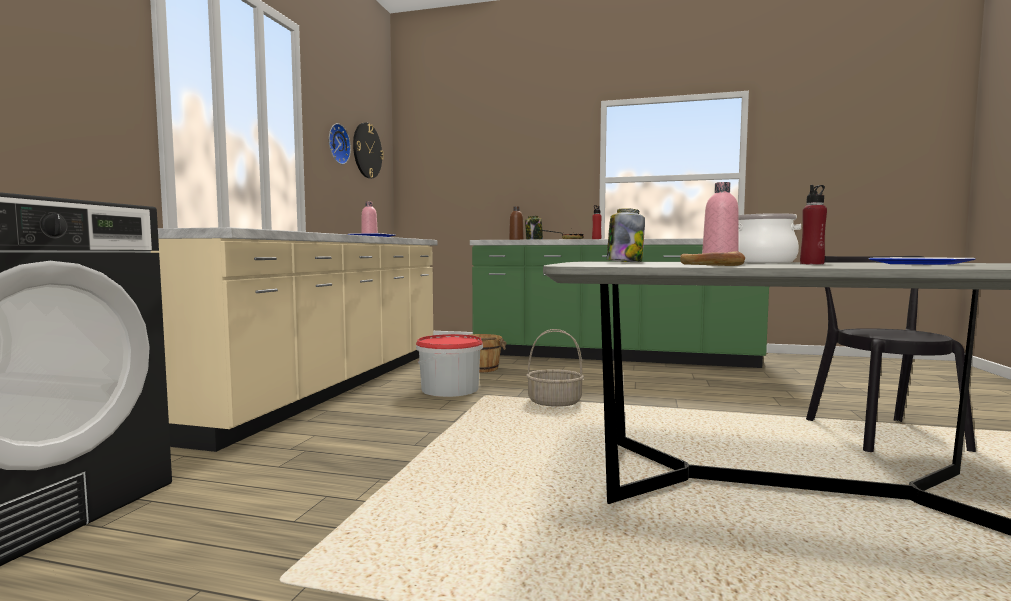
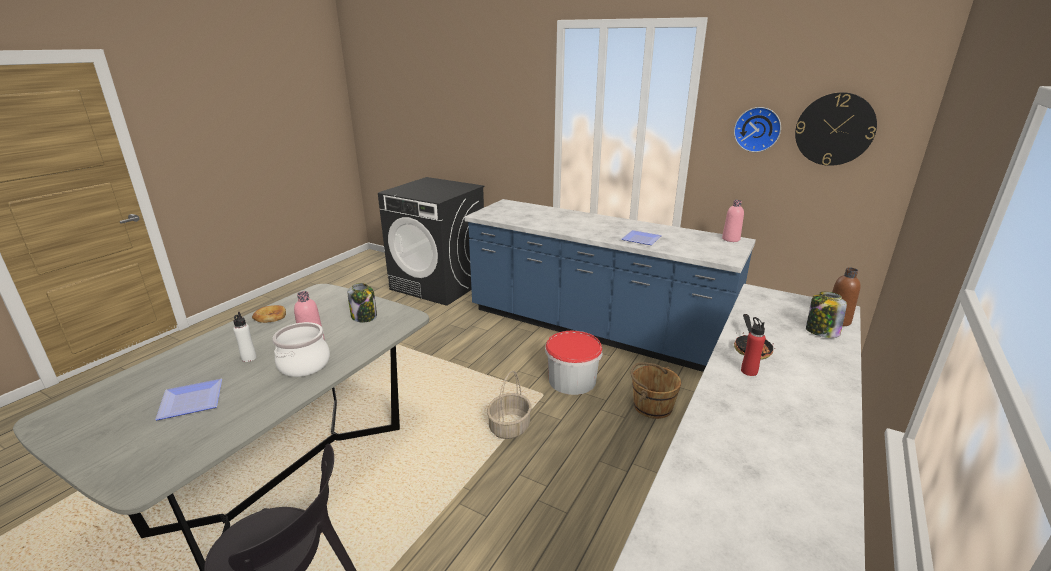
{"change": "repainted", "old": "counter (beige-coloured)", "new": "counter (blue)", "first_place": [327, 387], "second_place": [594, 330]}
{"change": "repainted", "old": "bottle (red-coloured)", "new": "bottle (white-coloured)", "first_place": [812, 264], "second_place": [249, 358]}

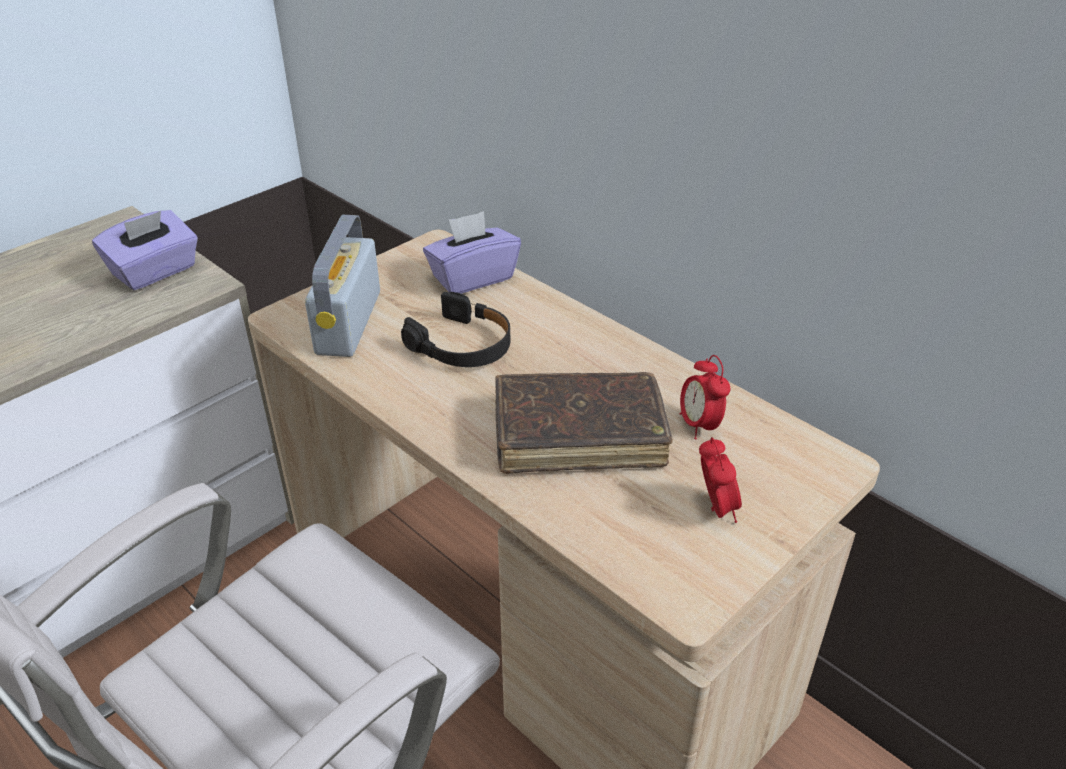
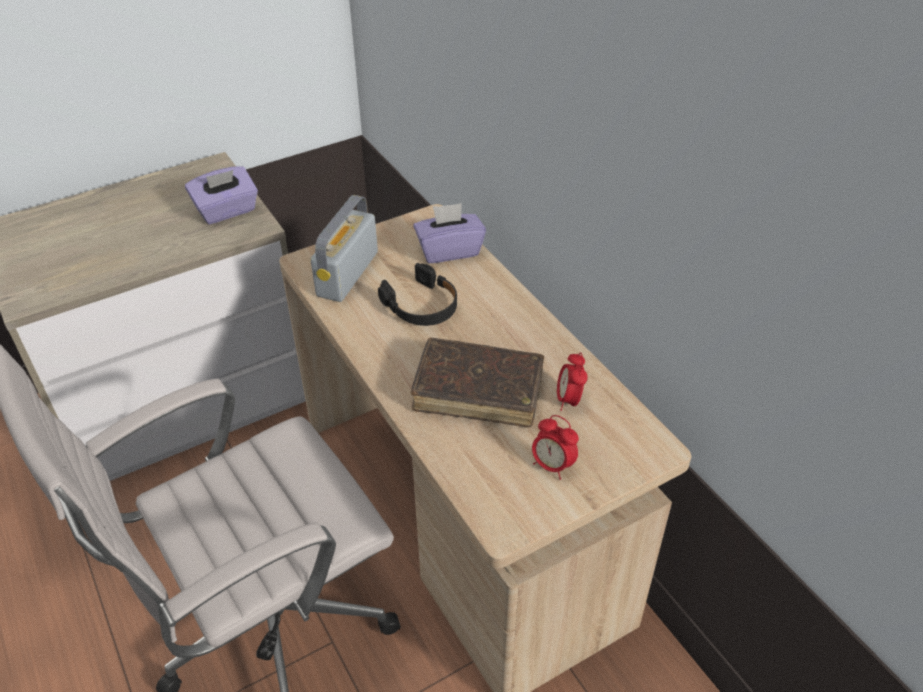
{"change": "rotated", "old": "alarm clock", "first_place": [715, 509], "second_place": [552, 466], "degrees": 120}

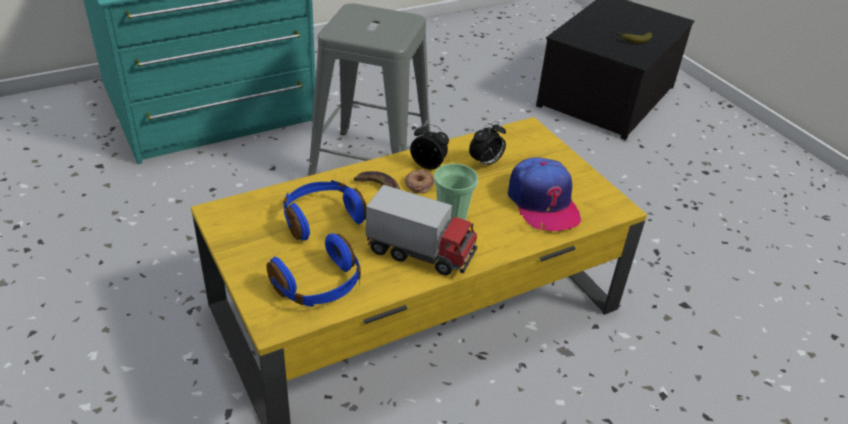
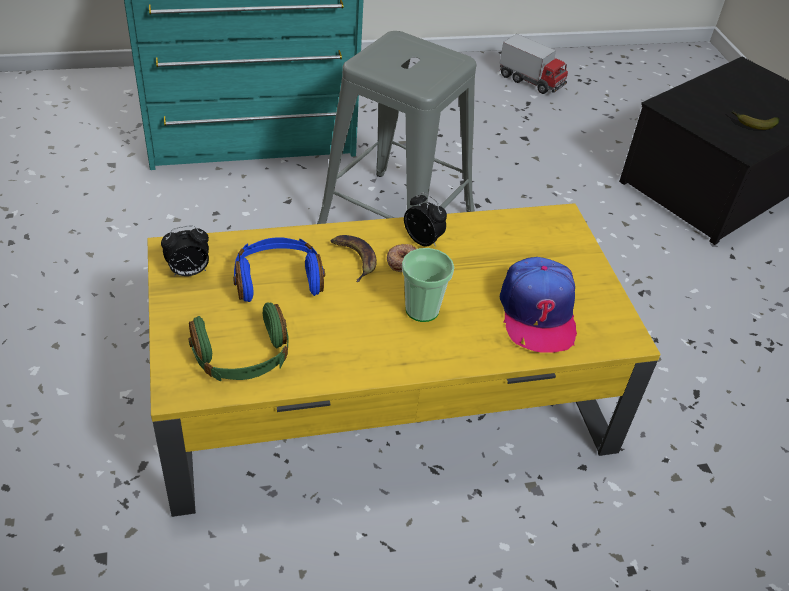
{"change": "shifted", "old": "toy truck", "first_place": [420, 253], "second_place": [531, 81]}
{"change": "shifted", "old": "alarm clock", "first_place": [486, 163], "second_place": [189, 272]}
{"change": "repainted", "old": "pair of headphones (blue)", "new": "pair of headphones (green-coloured)", "first_place": [319, 286], "second_place": [243, 358]}

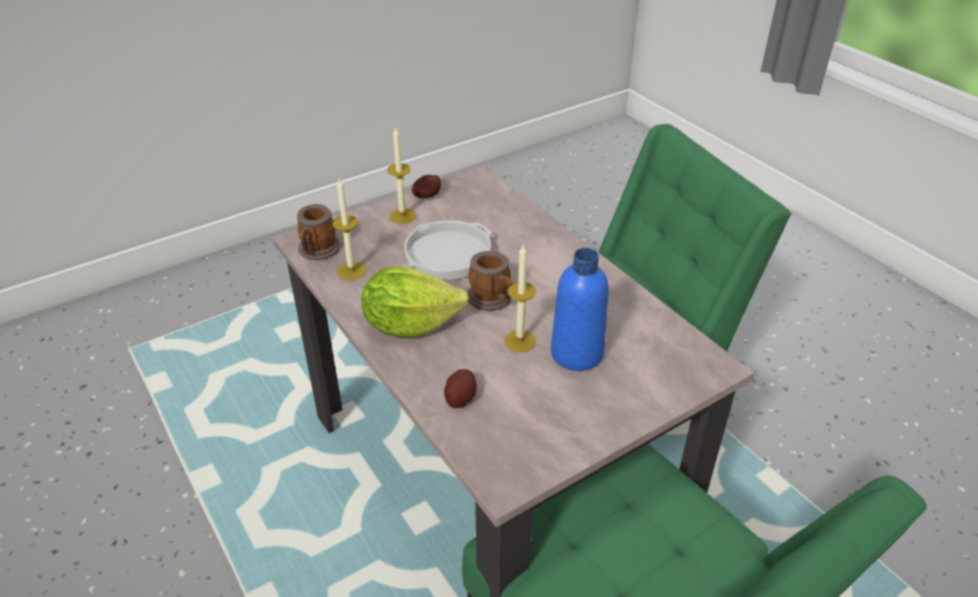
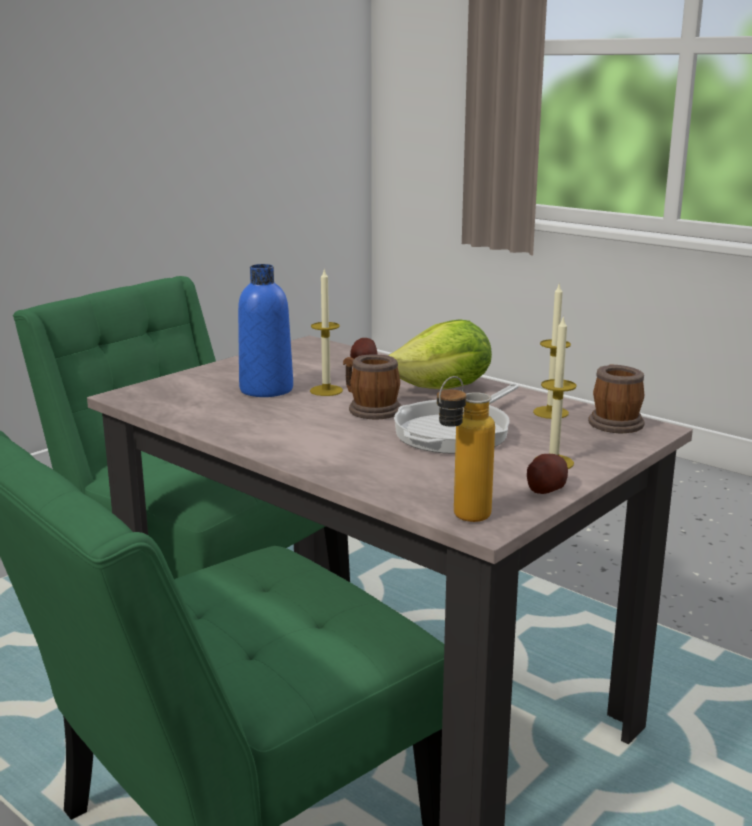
{"change": "new", "new": "bottle", "second_place": [461, 519]}

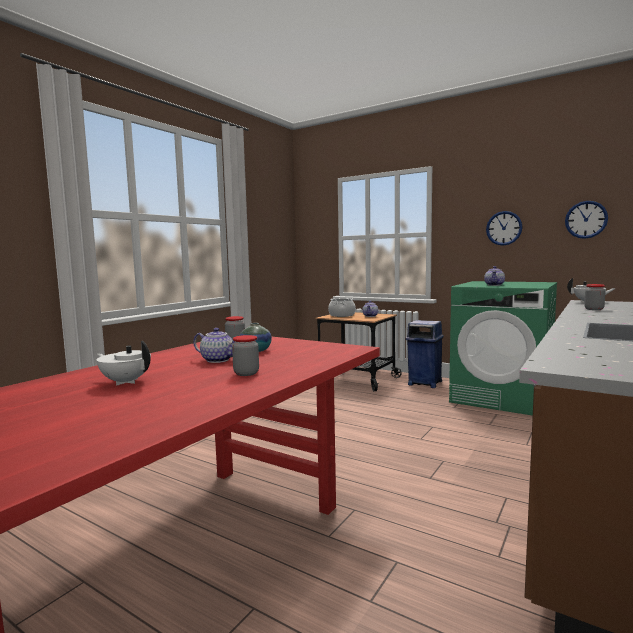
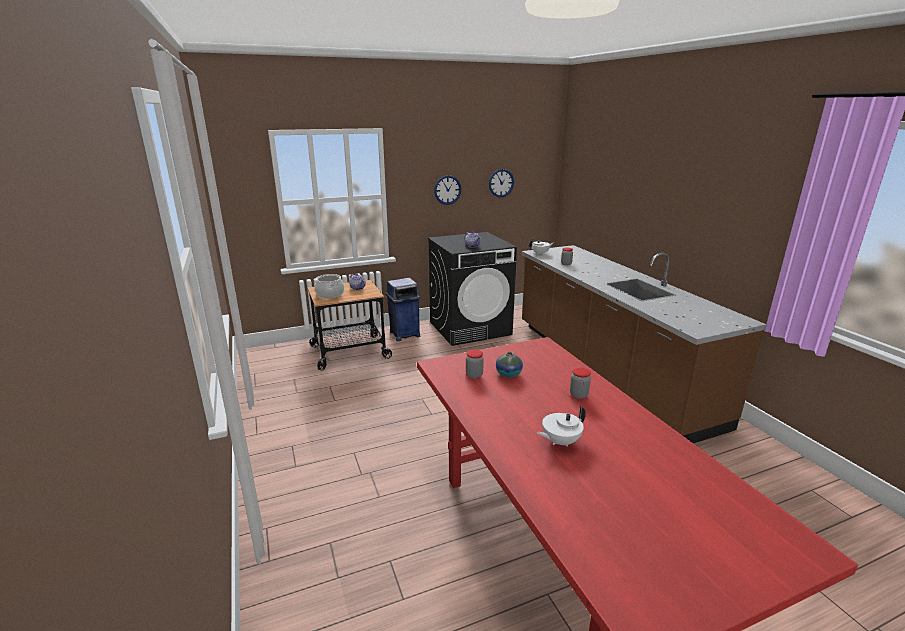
{"change": "gone", "old": "teapot", "first_place": [218, 360]}
{"change": "repainted", "old": "laundry appliance (green-coloured)", "new": "laundry appliance (blackish)", "first_place": [502, 398], "second_place": [470, 328]}

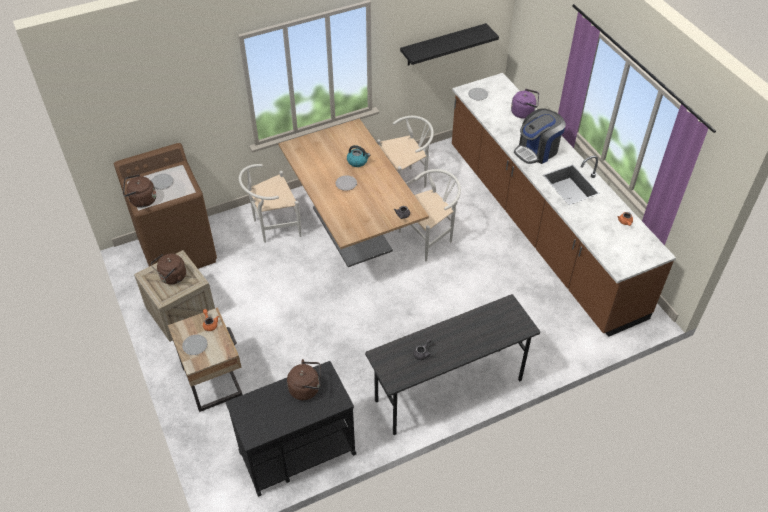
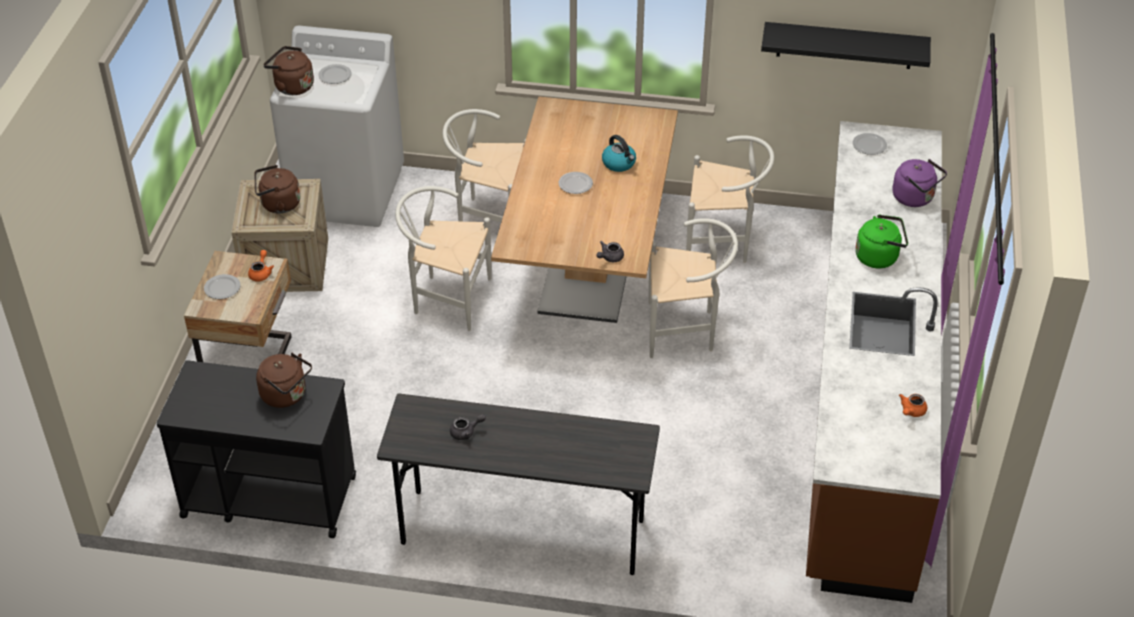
{"change": "new", "new": "plain chair (white-coloured)", "second_place": [446, 298]}
{"change": "swapped", "old": "coffee machine", "new": "kettle (green-coloured)", "first_place": [537, 151], "second_place": [879, 257]}
{"change": "repainted", "old": "laundry appliance (brown-coloured)", "new": "laundry appliance (white-coloured)", "first_place": [178, 251], "second_place": [347, 192]}

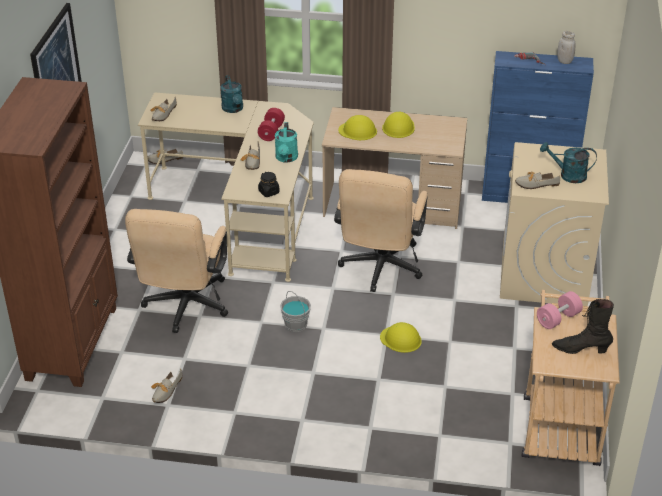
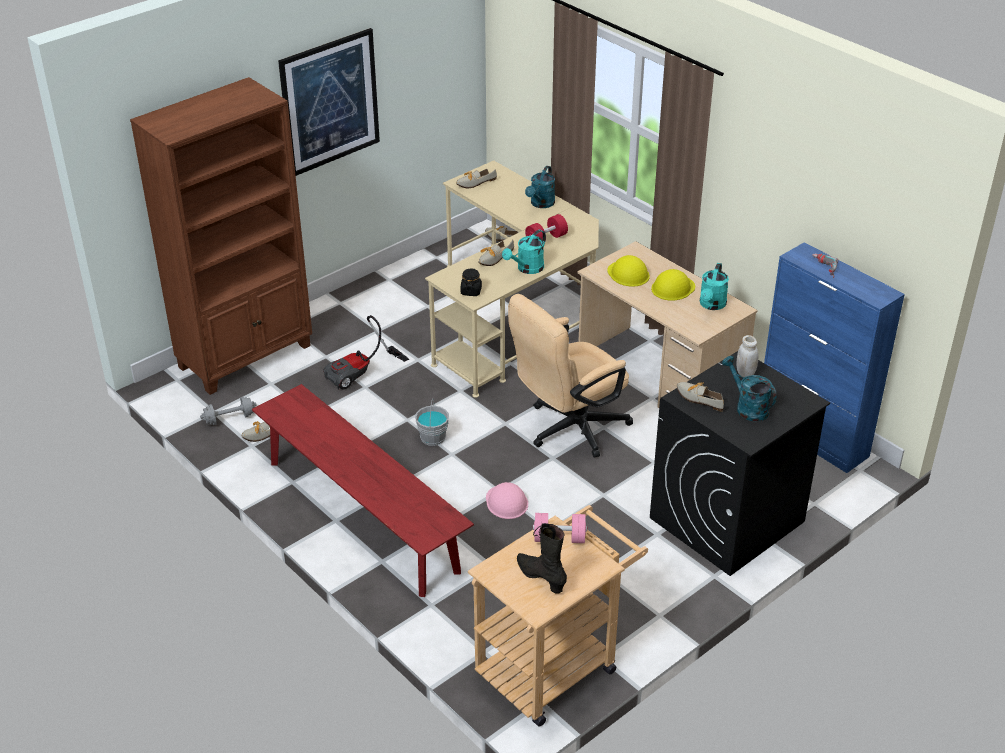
{"change": "new", "new": "hand weight (gray)", "second_place": [229, 418]}
{"change": "new", "new": "long seat (red-coloured)", "second_place": [361, 515]}
{"change": "new", "new": "watering can (turquoise-coloured)", "second_place": [711, 305]}
{"change": "shifted", "old": "preserve jar (white-coloured)", "first_place": [564, 61], "second_place": [745, 373]}
{"change": "swapped", "old": "computer chair (beige-coloured)", "new": "vacuum", "first_place": [184, 308], "second_place": [361, 374]}
{"change": "repainted", "old": "hard hat (yellow-coloured)", "new": "hard hat (pink-coloured)", "first_place": [401, 339], "second_place": [506, 502]}
{"change": "repainted", "old": "laundry appliance (beige-coloured)", "new": "laundry appliance (blackish)", "first_place": [544, 274], "second_place": [726, 520]}

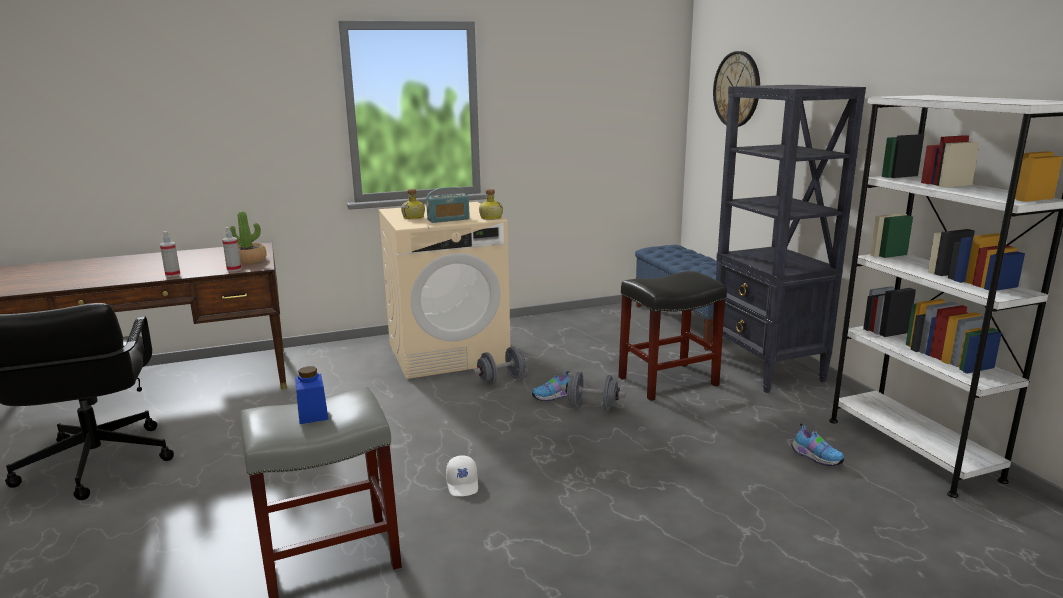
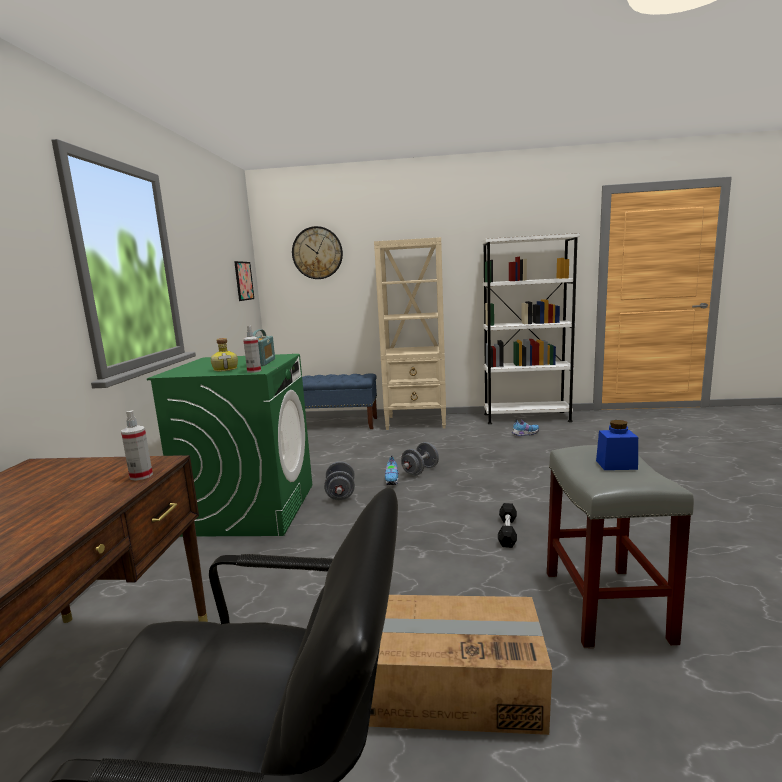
{"change": "gone", "old": "plant in a pot", "first_place": [249, 260]}
{"change": "gone", "old": "bottle", "first_place": [490, 218]}
{"change": "gone", "old": "stool (blackish)", "first_place": [667, 382]}
{"change": "new", "new": "wall art", "second_place": [243, 281]}
{"change": "new", "new": "cardboard box", "second_place": [453, 685]}
{"change": "shifted", "old": "hand sprayer", "first_place": [172, 275], "second_place": [254, 371]}
{"change": "swapped", "old": "baseball cap (white-coloured)", "new": "hand weight (blackish)", "first_place": [463, 484], "second_place": [507, 531]}
{"change": "repainted", "old": "laundry appliance (beige-coloured)", "new": "laundry appliance (green-coloured)", "first_place": [448, 352], "second_place": [251, 508]}
{"change": "repainted", "old": "bookcase (blackish)", "new": "bookcase (beige-coloured)", "first_place": [767, 370], "second_place": [417, 422]}

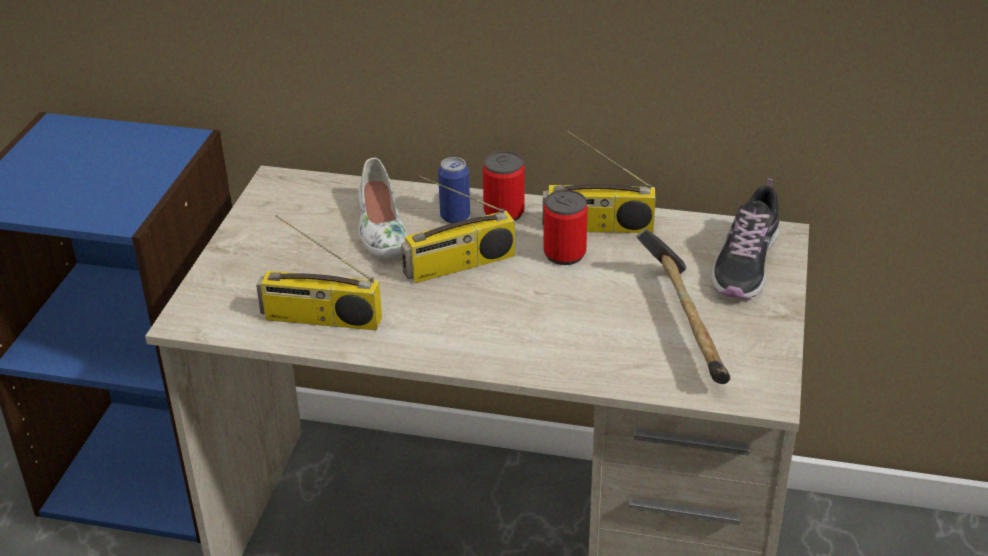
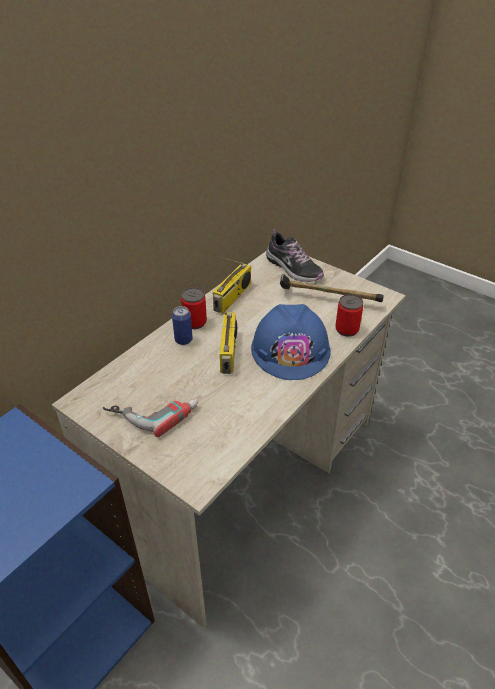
{"change": "gone", "old": "radio", "first_place": [320, 319]}
{"change": "gone", "old": "item of footwear (white-coloured)", "first_place": [380, 228]}
{"change": "new", "new": "electric drill", "second_place": [153, 410]}
{"change": "new", "new": "hard hat (blue)", "second_place": [291, 349]}
{"change": "shifted", "old": "sealed can", "first_place": [564, 254], "second_place": [347, 329]}

